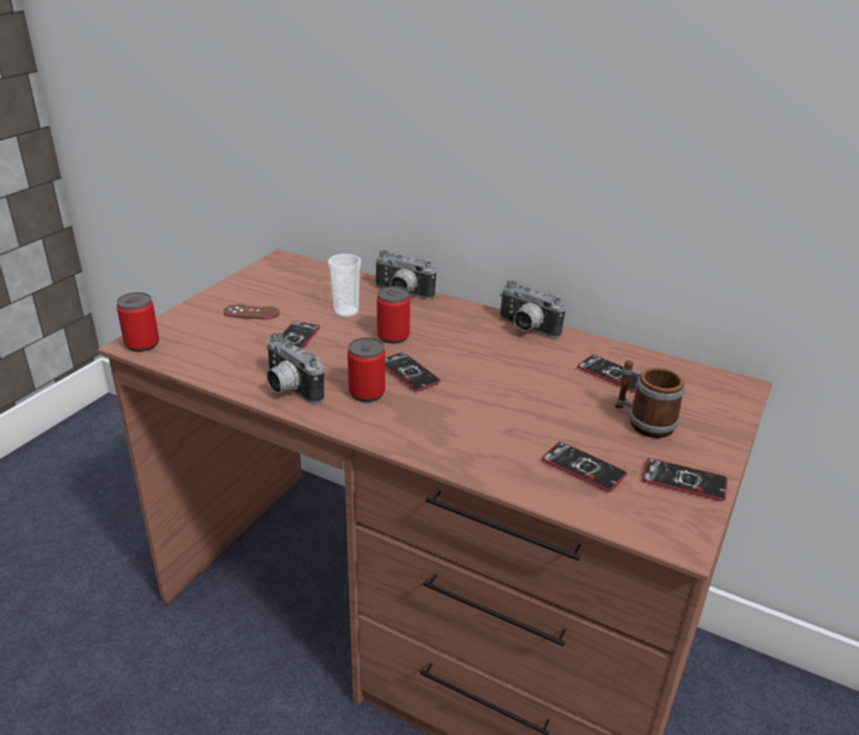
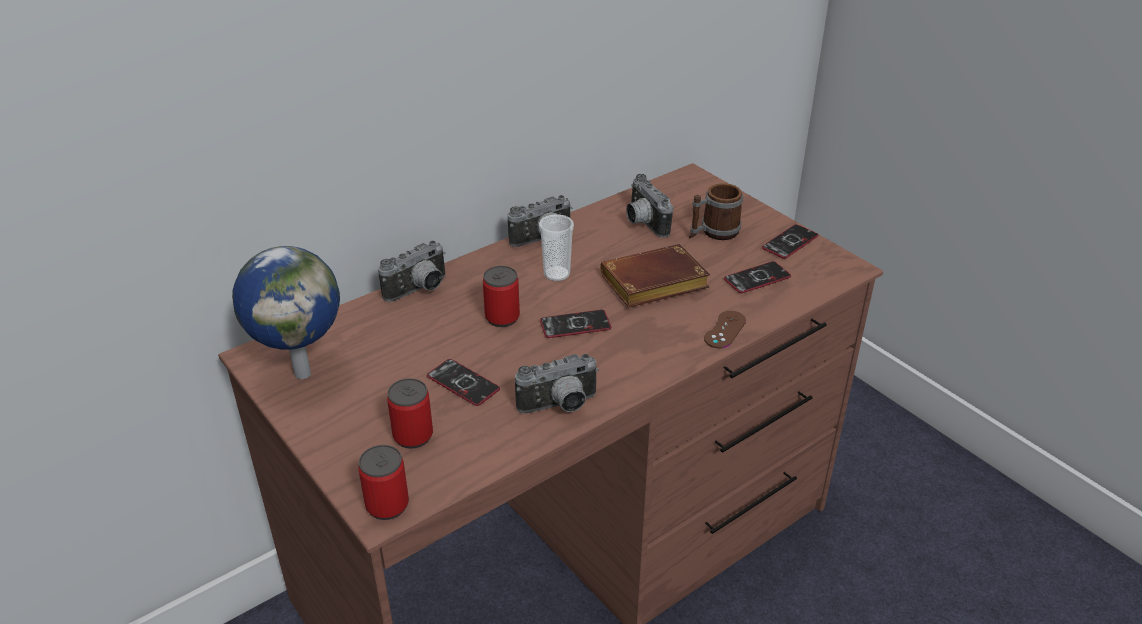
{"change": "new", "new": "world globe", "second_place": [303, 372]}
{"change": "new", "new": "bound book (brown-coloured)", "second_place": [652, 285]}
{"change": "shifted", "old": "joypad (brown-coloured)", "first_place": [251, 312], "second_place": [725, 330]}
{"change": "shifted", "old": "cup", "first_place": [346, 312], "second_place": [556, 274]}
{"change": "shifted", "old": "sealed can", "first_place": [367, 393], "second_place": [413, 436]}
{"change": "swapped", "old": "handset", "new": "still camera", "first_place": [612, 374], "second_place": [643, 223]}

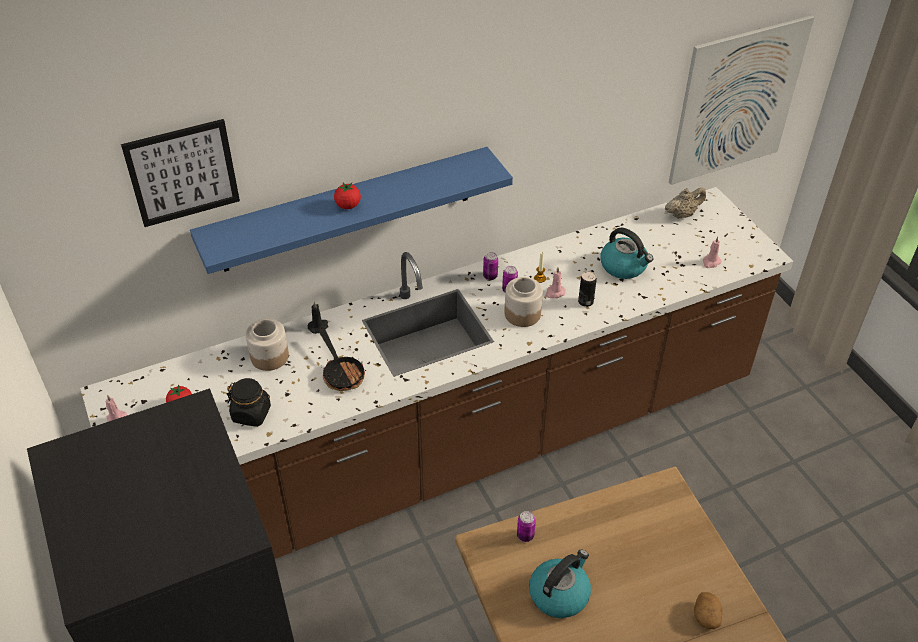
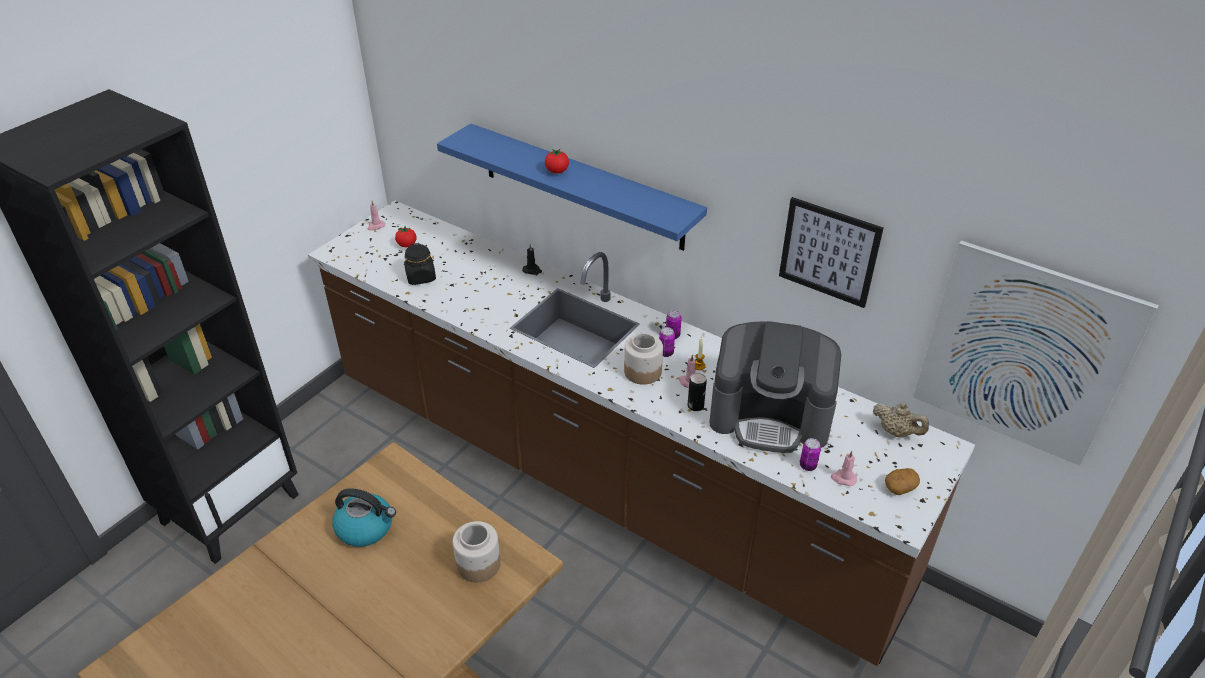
{"change": "gone", "old": "frying pan", "first_place": [341, 372]}
{"change": "shifted", "old": "wall art", "first_place": [182, 173], "second_place": [829, 252]}
{"change": "shifted", "old": "preserve jar", "first_place": [269, 357], "second_place": [478, 564]}
{"change": "shifted", "old": "sealed can", "first_place": [525, 535], "second_place": [807, 466]}
{"change": "shifted", "old": "potato", "first_place": [706, 615], "second_place": [900, 487]}
{"change": "swapped", "old": "kettle", "new": "coffee machine", "first_place": [624, 266], "second_place": [770, 415]}

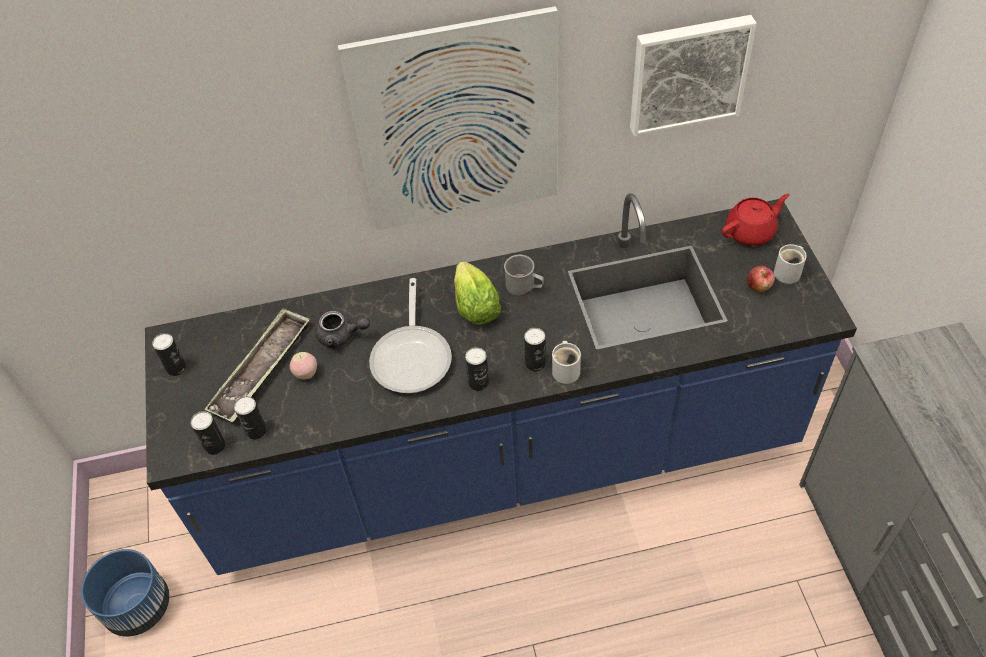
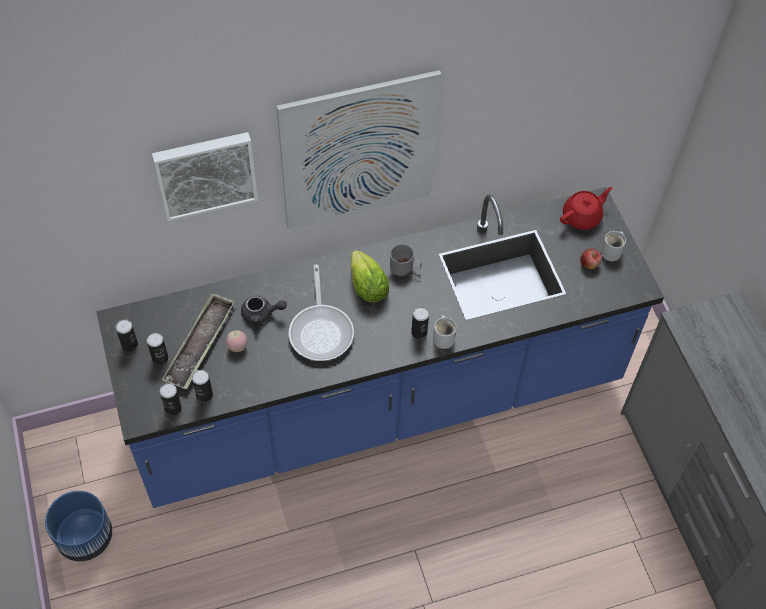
{"change": "shifted", "old": "sealed can", "first_place": [478, 383], "second_place": [160, 358]}
{"change": "shifted", "old": "wall art", "first_place": [688, 73], "second_place": [205, 173]}

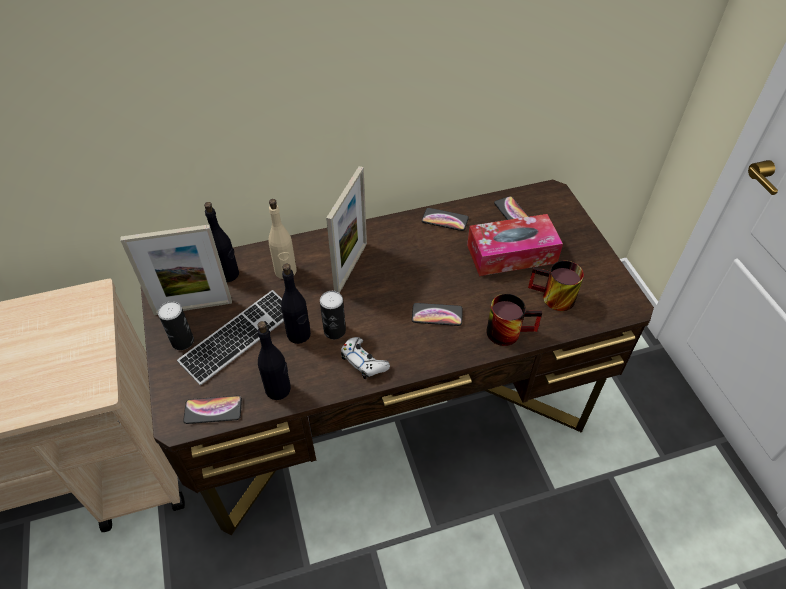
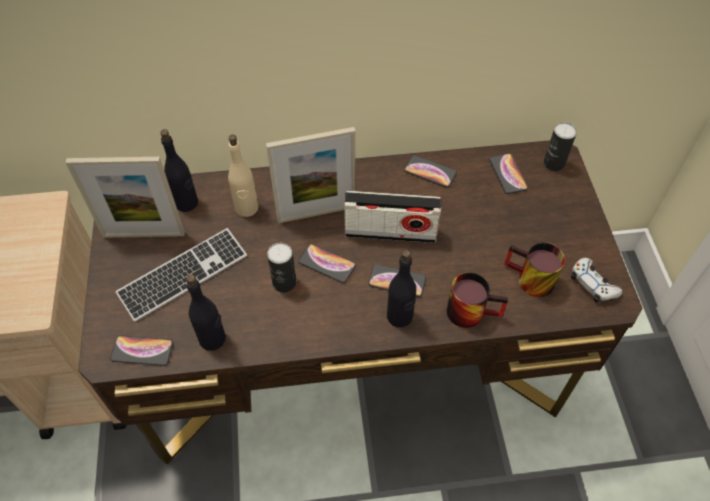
{"change": "gone", "old": "tissue holder", "first_place": [511, 254]}
{"change": "new", "new": "handset", "second_place": [327, 264]}
{"change": "new", "new": "radio", "second_place": [390, 233]}
{"change": "shifted", "old": "sealed can", "first_place": [182, 341], "second_place": [553, 164]}
{"change": "shifted", "old": "bottle (blackish)", "first_place": [299, 334], "second_place": [400, 316]}
{"change": "shifted", "old": "joypad (white-coloured)", "first_place": [364, 361], "second_place": [593, 284]}
{"change": "rotated", "old": "picture frame", "first_place": [351, 267], "second_place": [316, 213], "degrees": 45}

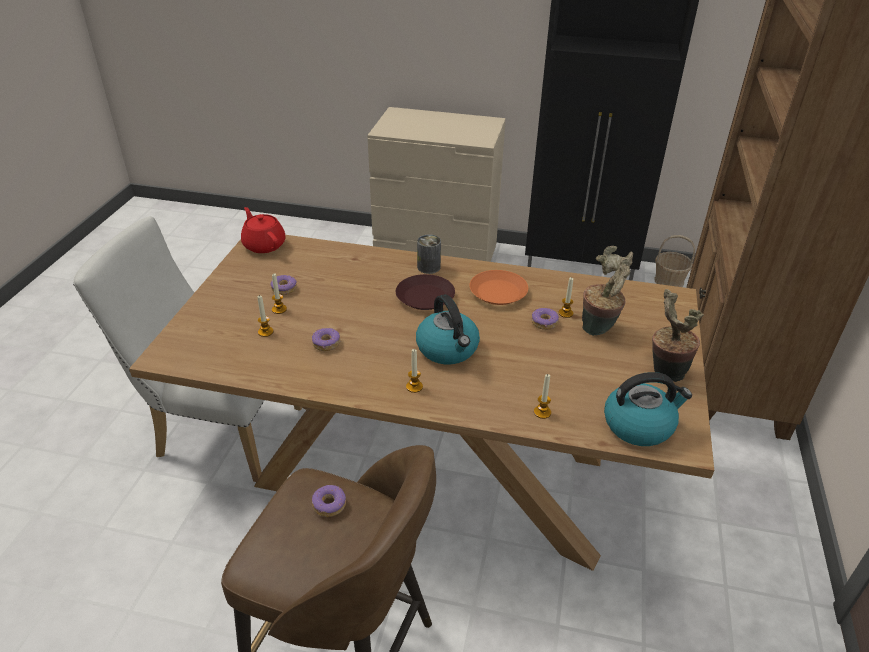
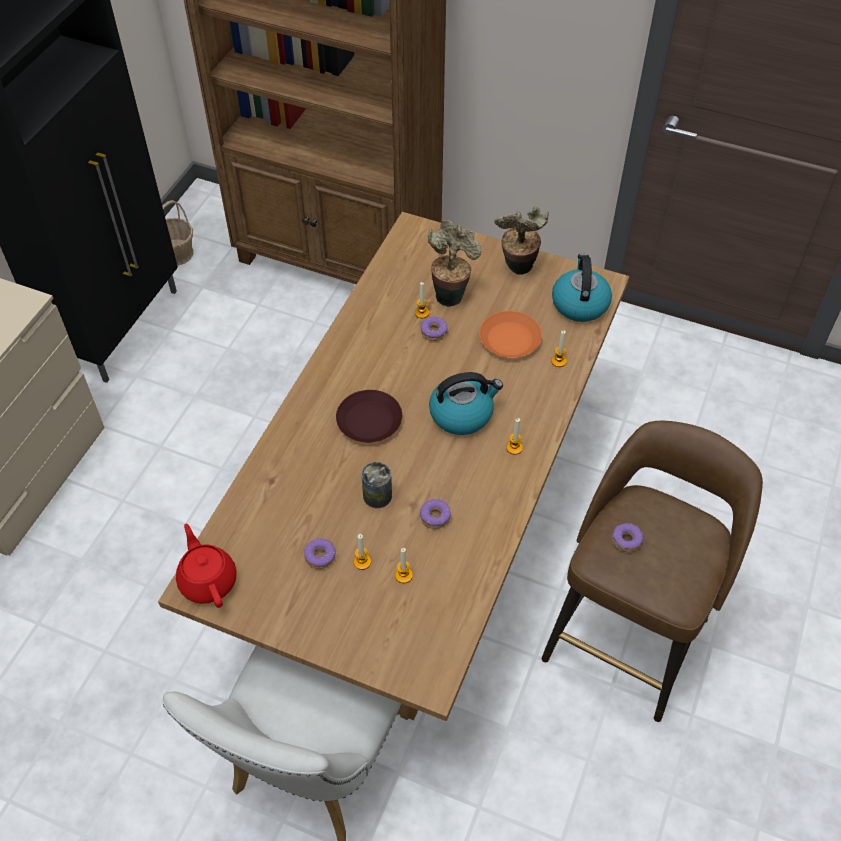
{"change": "shifted", "old": "sealed can", "first_place": [428, 267], "second_place": [377, 495]}
{"change": "shifted", "old": "flat dish (orangey)", "first_place": [498, 293], "second_place": [510, 339]}
{"change": "rotated", "old": "teapot (red-coloured)", "first_place": [264, 245], "second_place": [208, 580], "degrees": 90}

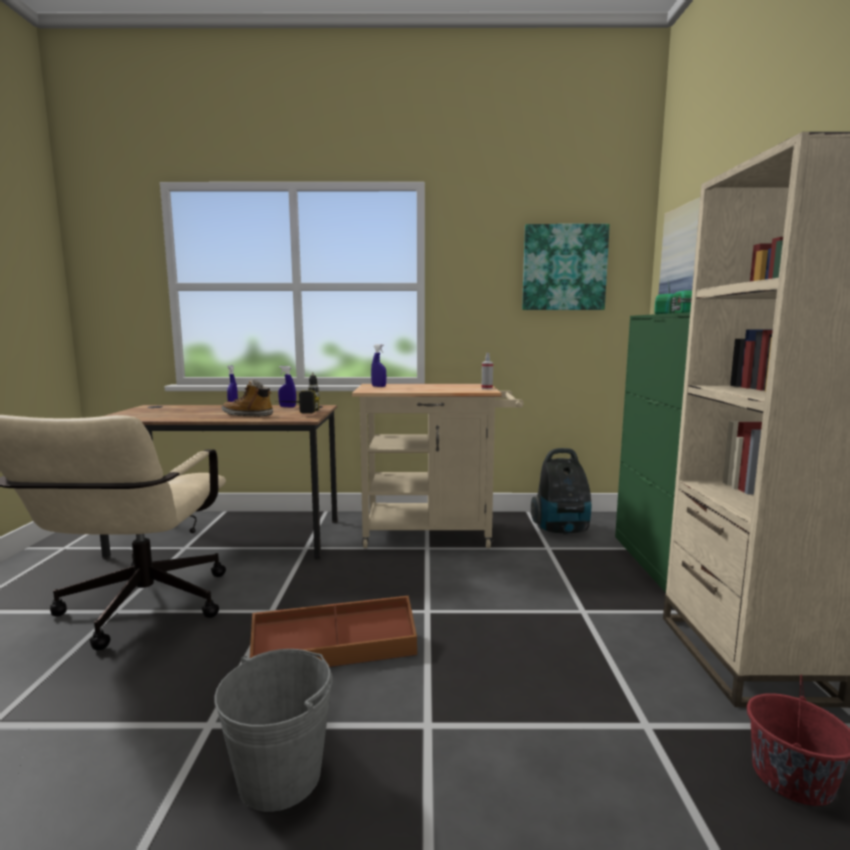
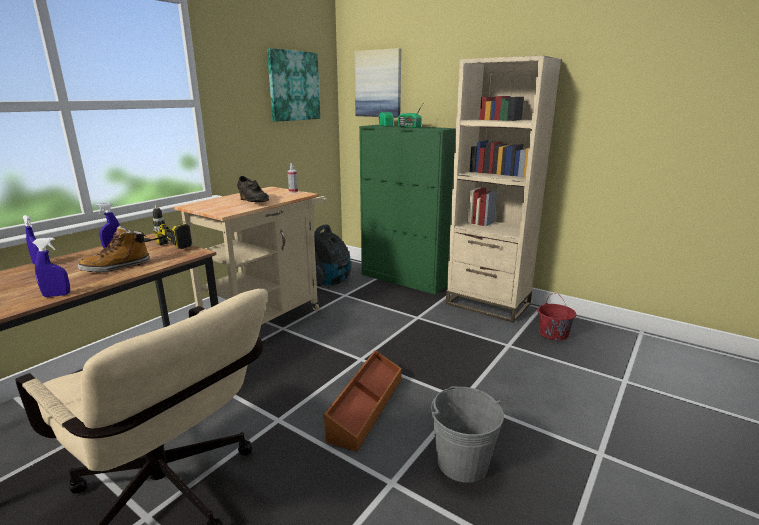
{"change": "new", "new": "item of footwear (blackish)", "second_place": [253, 202]}
{"change": "shifted", "old": "hand sprayer (blue)", "first_place": [378, 386], "second_place": [57, 295]}

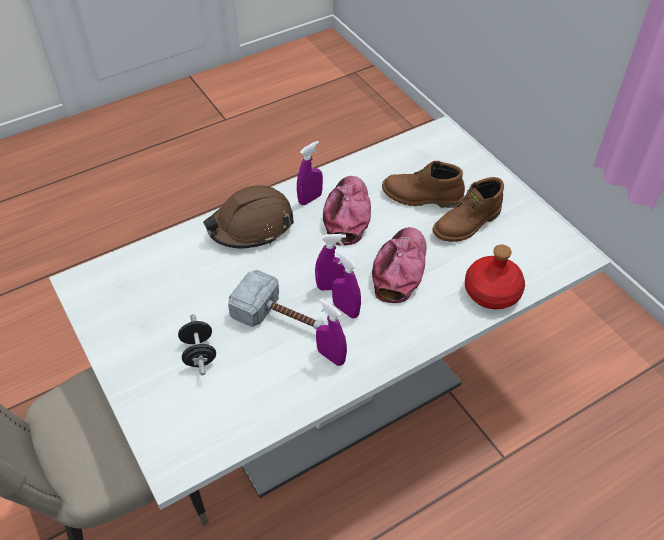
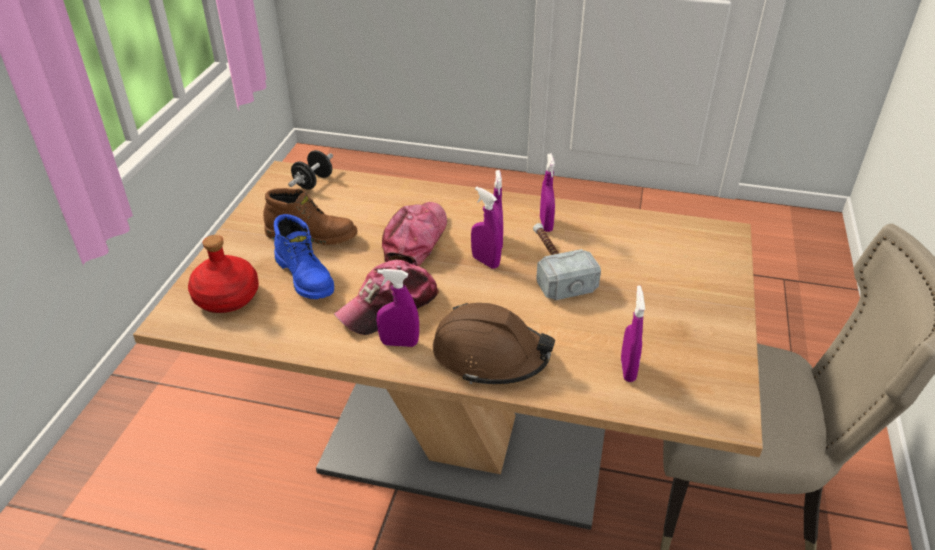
{"change": "new", "new": "hand sprayer (purplish)", "second_place": [627, 369]}
{"change": "shifted", "old": "hand weight (blackish)", "first_place": [199, 353], "second_place": [313, 182]}
{"change": "shifted", "old": "bottle (red-coloured)", "first_place": [491, 291], "second_place": [226, 298]}
{"change": "repainted", "old": "kitchen table (white-coloured)", "new": "kitchen table (brown-coloured)", "first_place": [331, 391], "second_place": [467, 441]}
{"change": "repainted", "old": "tall boot (brown-coloured)", "new": "tall boot (blue)", "first_place": [421, 197], "second_place": [306, 276]}
{"change": "rotated", "old": "baseball cap", "first_place": [400, 269], "second_place": [415, 241], "degrees": 135}

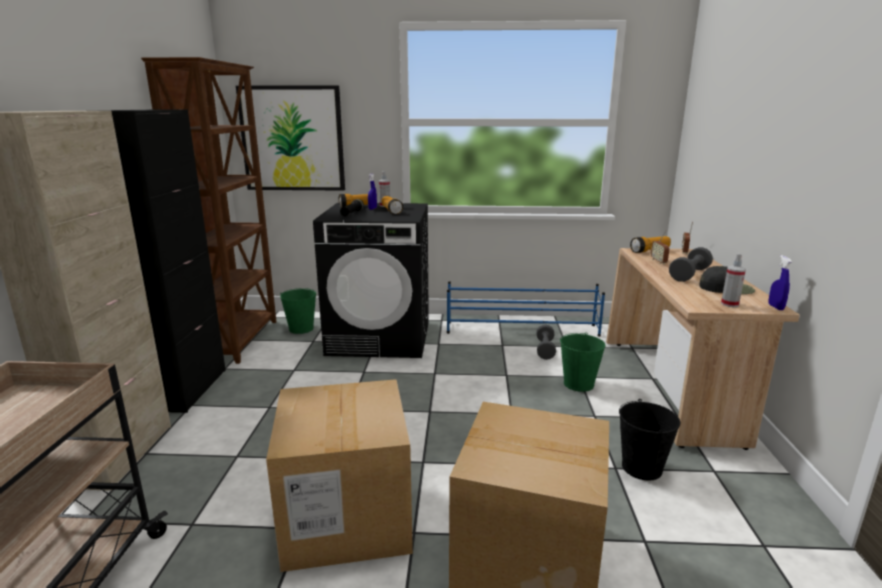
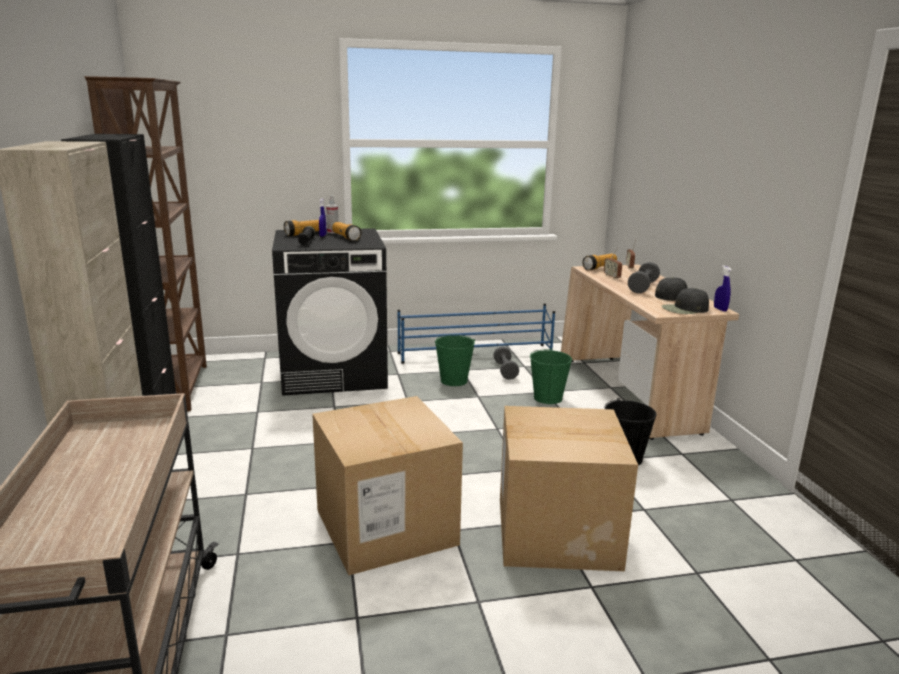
{"change": "gone", "old": "wall art", "first_place": [292, 139]}
{"change": "shifted", "old": "water bucket (green-coloured)", "first_place": [301, 329], "second_place": [454, 381]}
{"change": "swapped", "old": "hand sprayer", "new": "baseball cap (blackish)", "first_place": [729, 304], "second_place": [685, 309]}

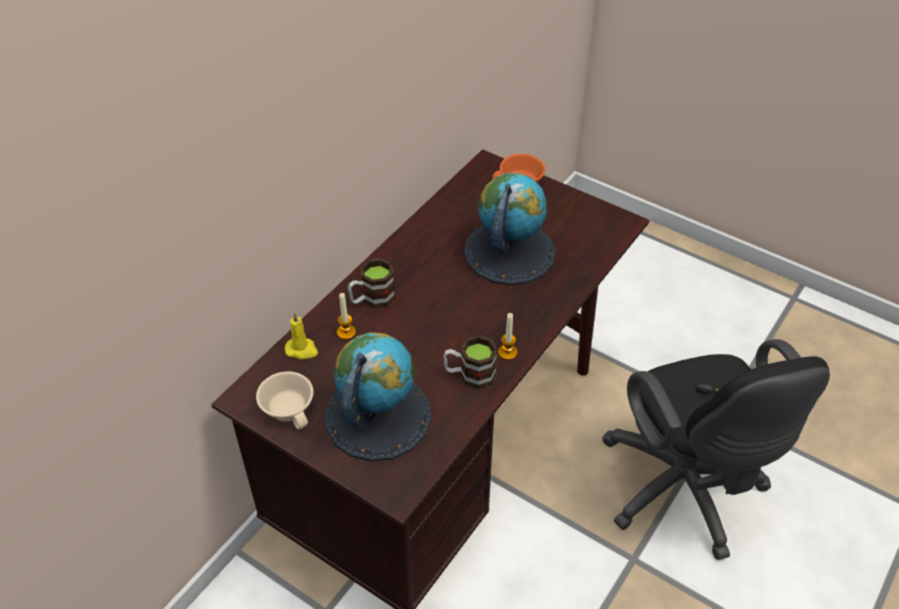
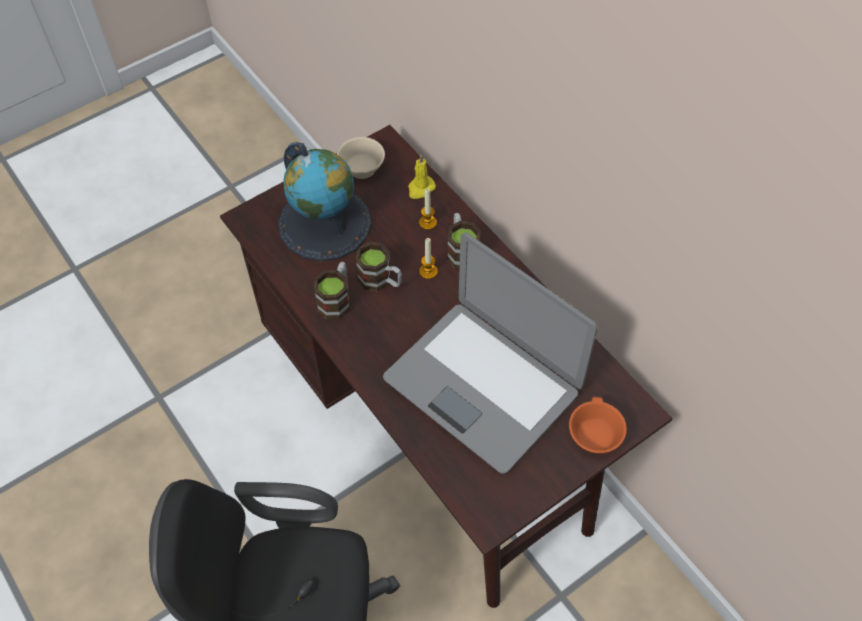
{"change": "new", "new": "tea mug", "second_place": [381, 280]}
{"change": "shifted", "old": "wax light", "first_place": [507, 352], "second_place": [428, 271]}
{"change": "swapped", "old": "world globe", "new": "laptop", "first_place": [509, 252], "second_place": [483, 384]}

